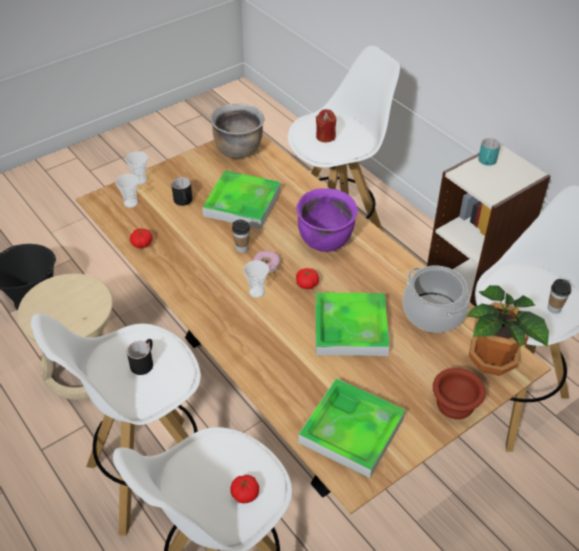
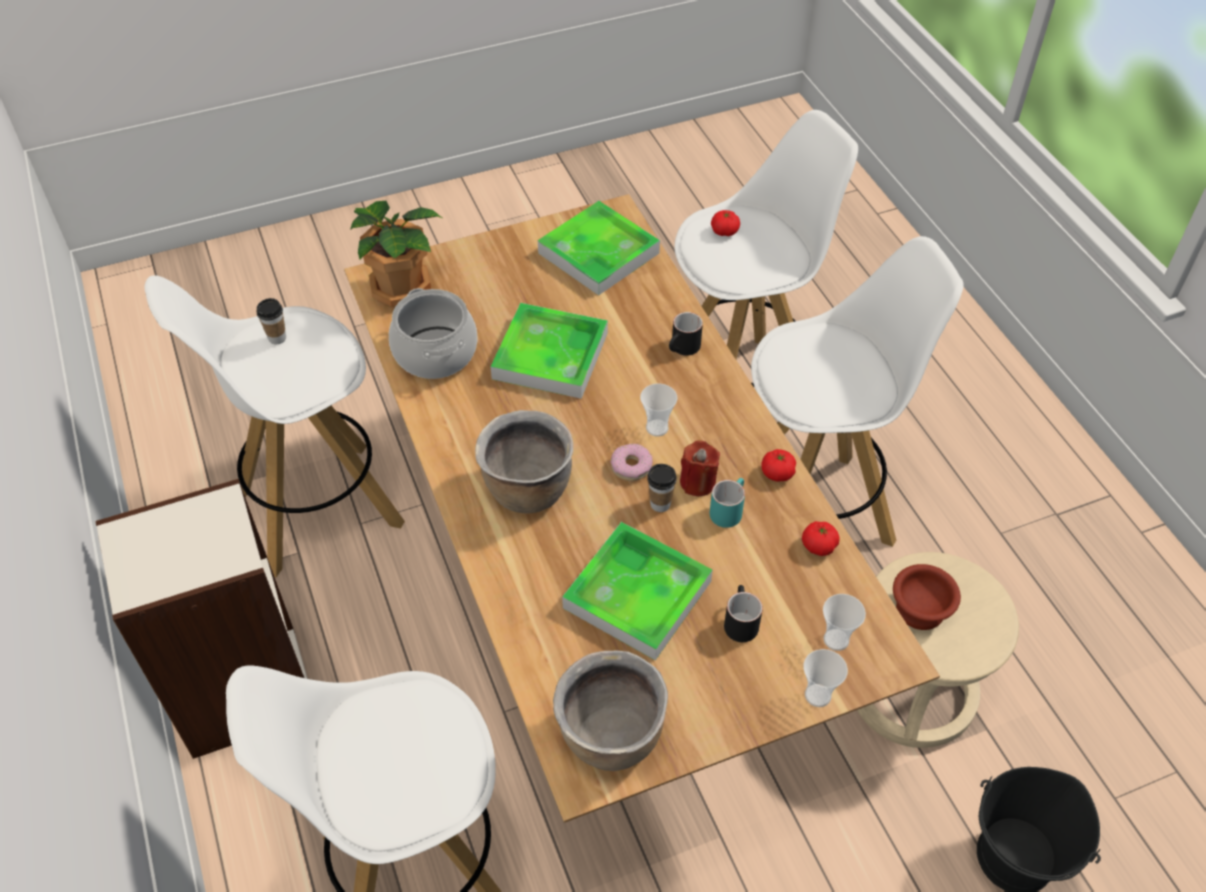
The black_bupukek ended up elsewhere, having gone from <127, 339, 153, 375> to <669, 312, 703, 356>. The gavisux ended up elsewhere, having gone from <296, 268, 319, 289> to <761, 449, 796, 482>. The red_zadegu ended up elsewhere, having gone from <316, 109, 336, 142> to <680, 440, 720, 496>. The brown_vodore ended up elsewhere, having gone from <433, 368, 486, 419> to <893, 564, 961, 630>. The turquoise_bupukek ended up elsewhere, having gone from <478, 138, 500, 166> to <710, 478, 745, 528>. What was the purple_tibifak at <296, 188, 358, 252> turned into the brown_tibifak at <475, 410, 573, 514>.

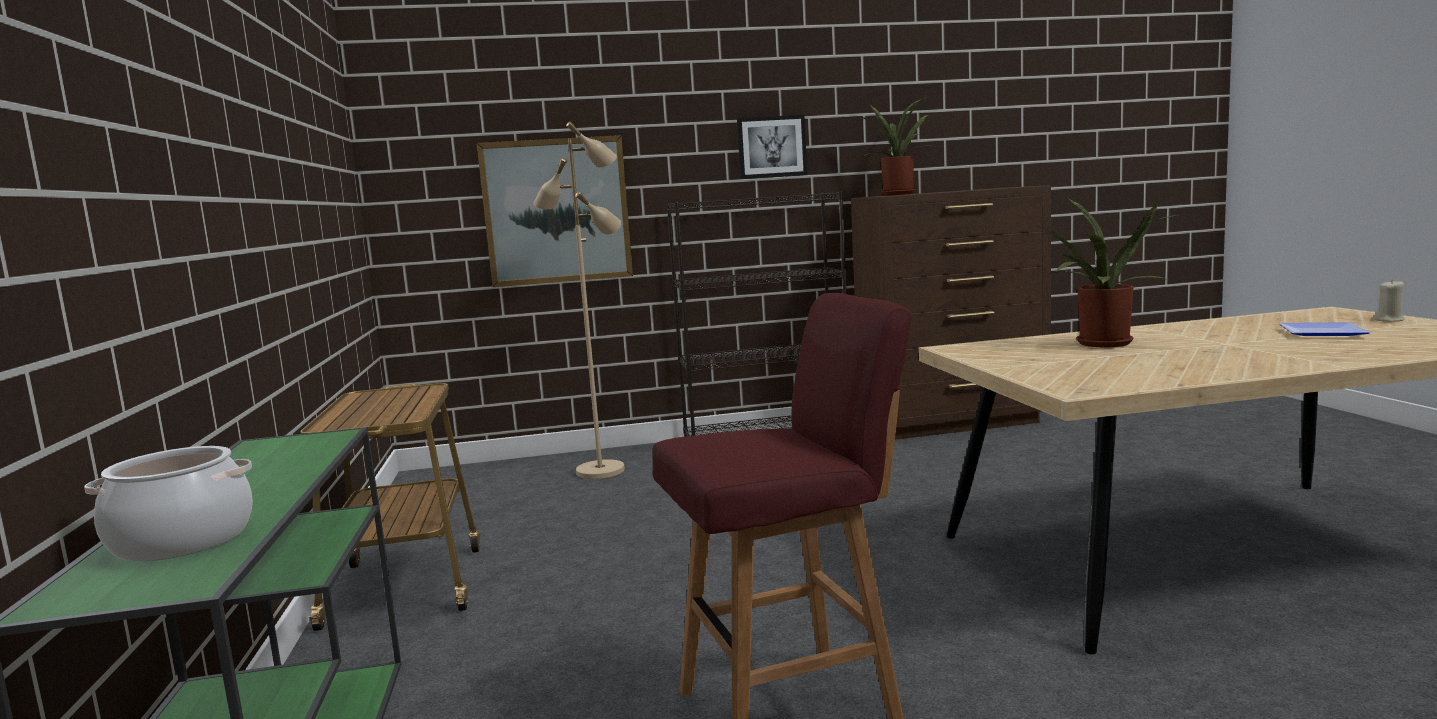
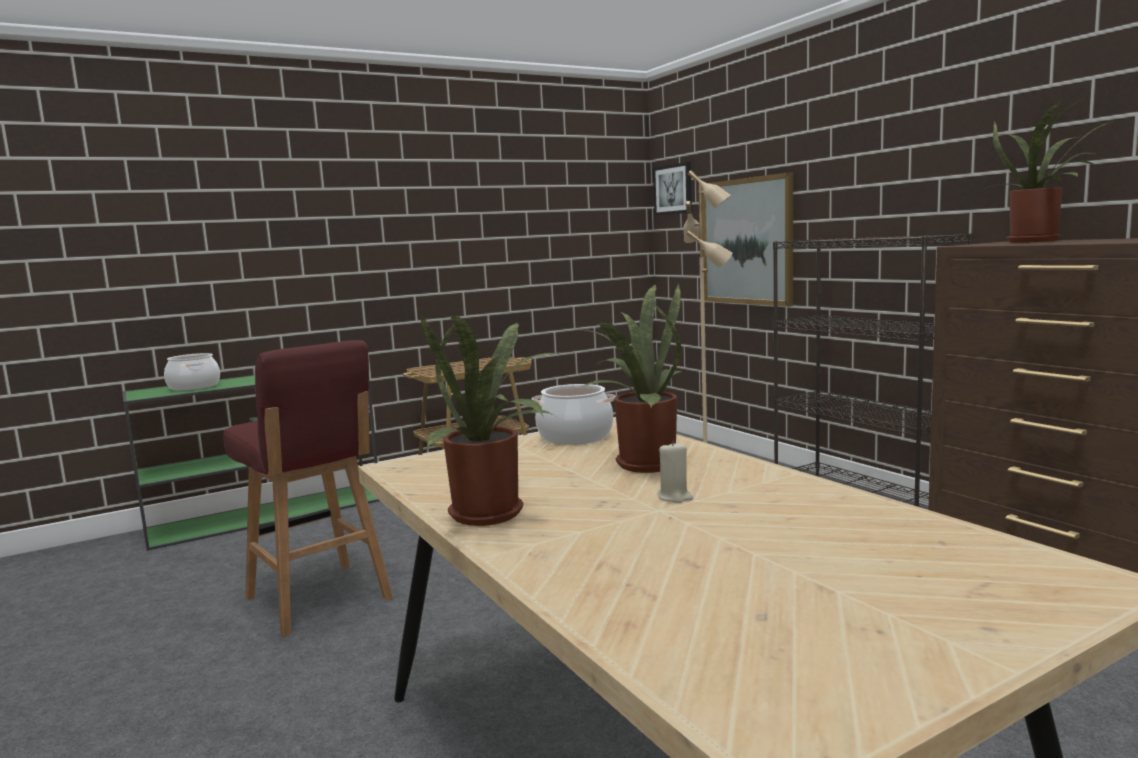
The second view lost the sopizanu at <1279, 322, 1370, 336>. The second view gained the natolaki at <421, 314, 561, 526>. The second view gained the tibifak at <532, 384, 616, 445>. The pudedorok ended up elsewhere, having gone from <737, 115, 807, 179> to <653, 162, 692, 216>. The beige_zadegu ended up elsewhere, having gone from <1374, 280, 1405, 322> to <657, 441, 693, 503>.

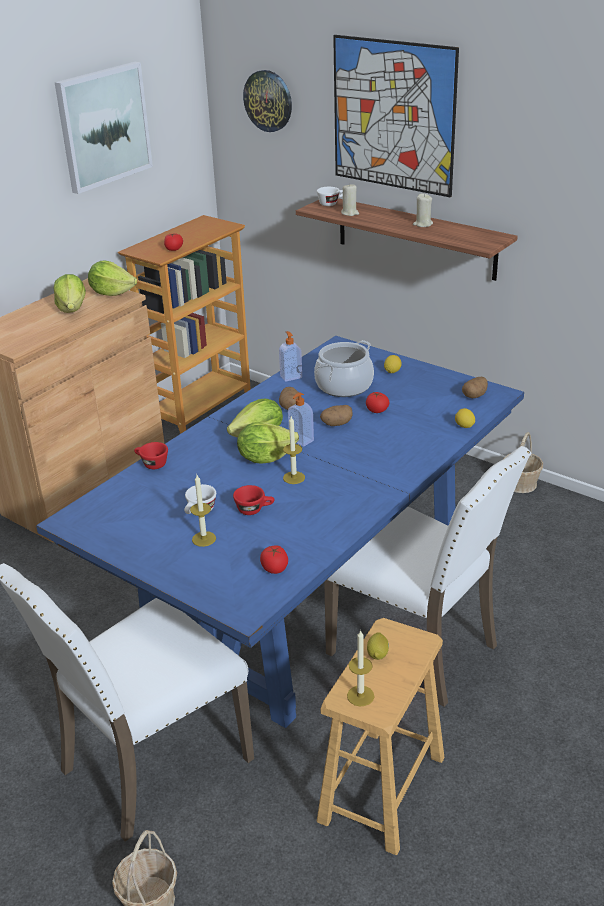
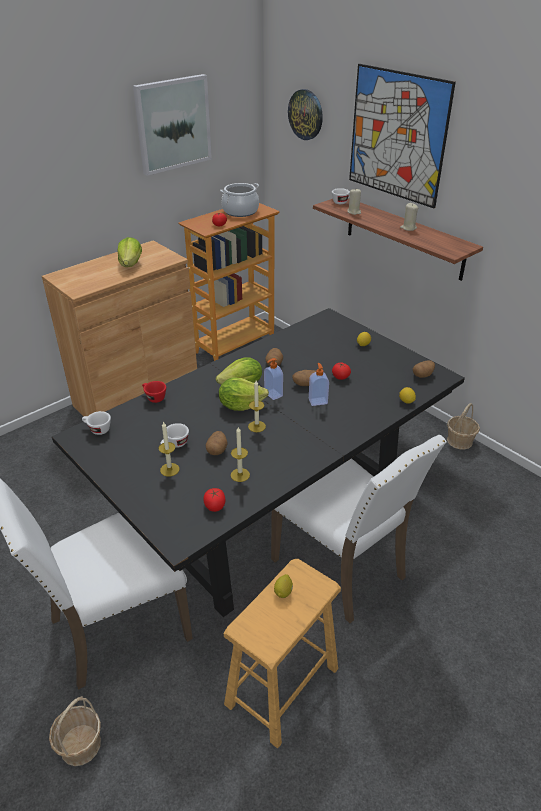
The second view lost the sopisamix at <88, 260, 137, 296>. The second view gained the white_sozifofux at <82, 411, 111, 435>. The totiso ended up elsewhere, having gone from <279, 331, 302, 382> to <309, 363, 329, 406>. The tibifak ended up elsewhere, having gone from <314, 340, 374, 397> to <220, 183, 259, 217>. The zadegu ended up elsewhere, having gone from <347, 630, 374, 706> to <231, 426, 250, 482>. Where the red_sozifofux stood at <233, 485, 274, 515>, the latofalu came to stand at <206, 431, 228, 455>. What was the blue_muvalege at <36, 336, 524, 728> turned into the black_muvalege at <52, 308, 465, 617>.

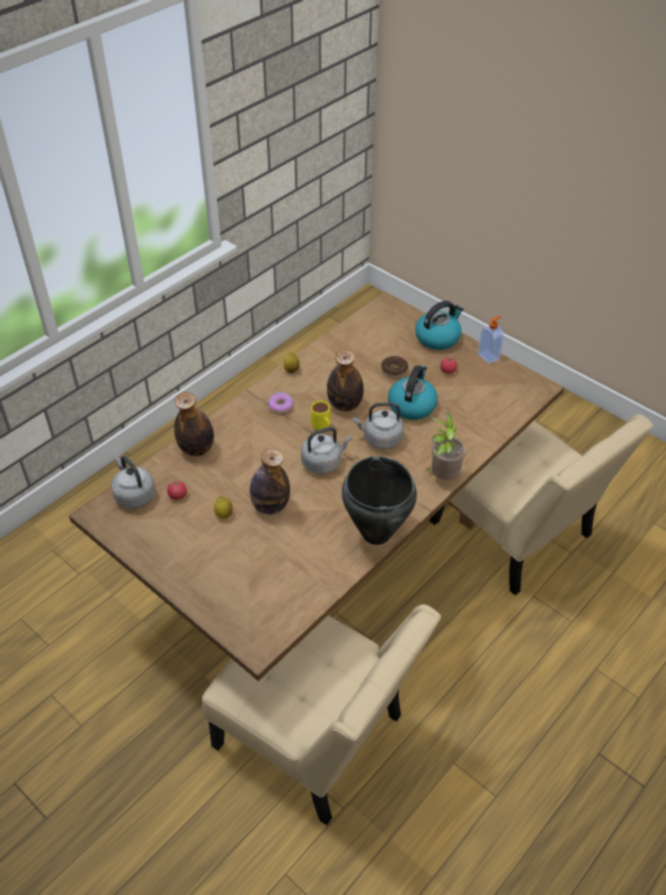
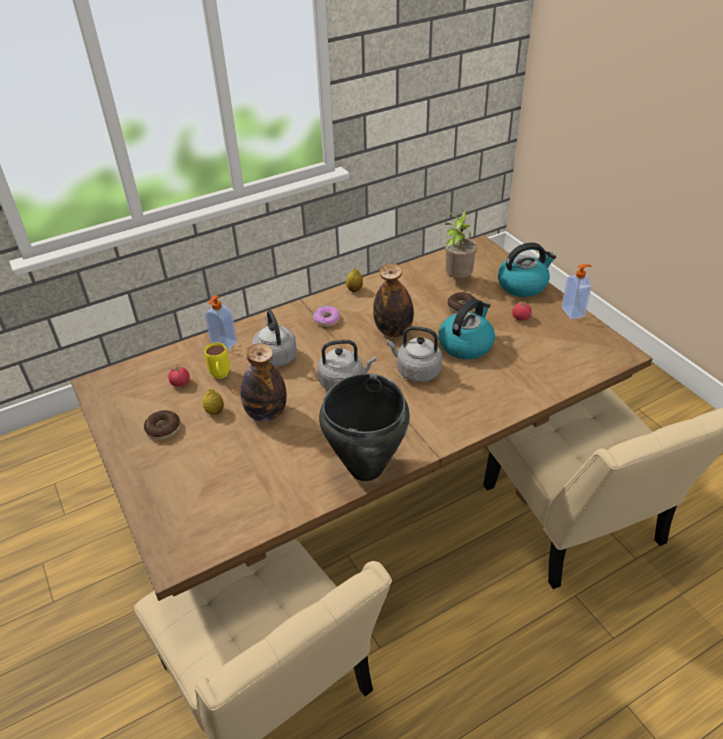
The second view gained the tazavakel at <144, 410, 180, 440>. The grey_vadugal ended up elsewhere, having gone from <111, 456, 155, 509> to <252, 310, 297, 367>. The yellow_bupukek ended up elsewhere, having gone from <311, 401, 330, 431> to <205, 343, 230, 379>. The natolaki ended up elsewhere, having gone from <427, 412, 466, 480> to <445, 210, 477, 278>. Where the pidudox stood at <174, 392, 214, 456>, the totiso came to stand at <205, 295, 237, 350>.

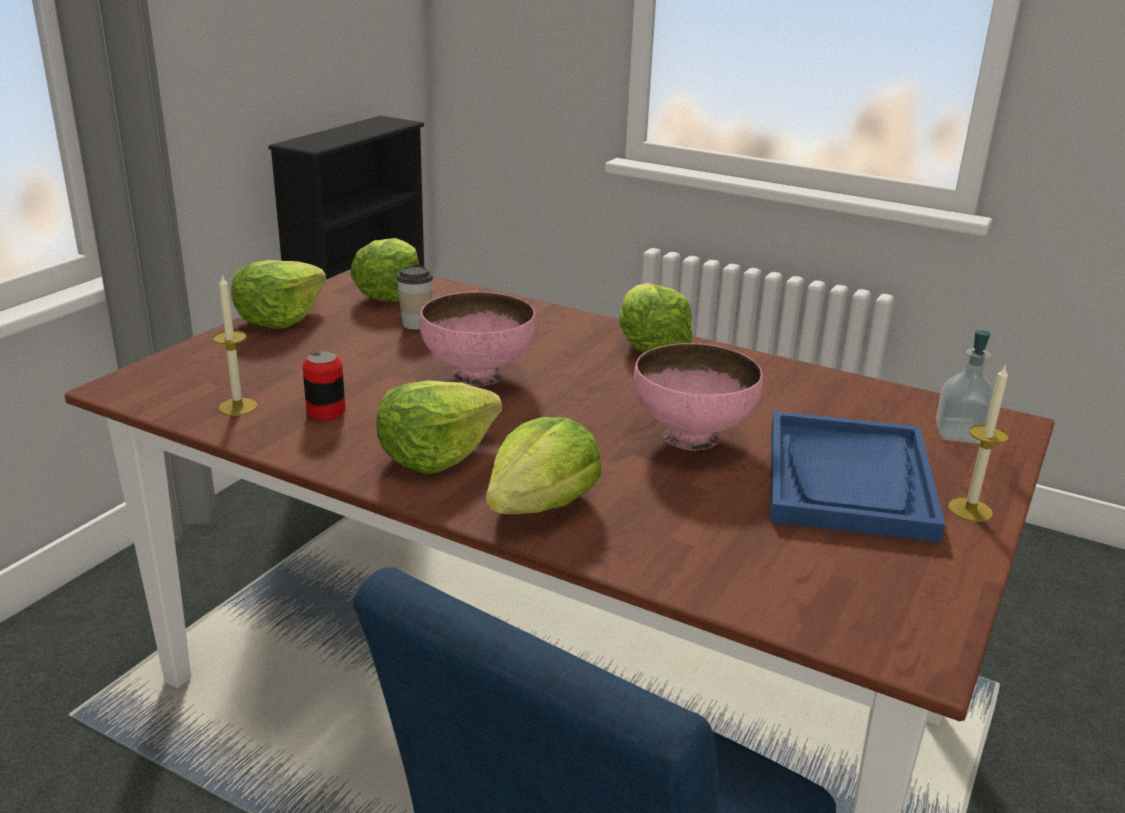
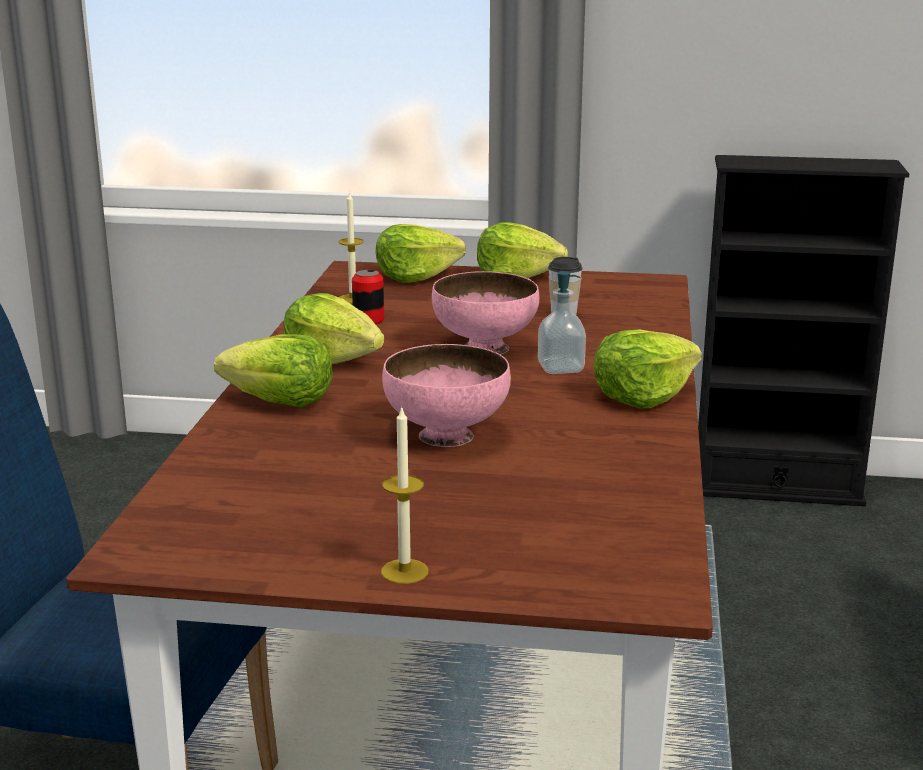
The second view lost the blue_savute at <770, 411, 945, 543>. The sopisamix ended up elsewhere, having gone from <350, 238, 419, 301> to <376, 224, 466, 283>. The totiso ended up elsewhere, having gone from <936, 330, 994, 444> to <538, 271, 586, 374>.

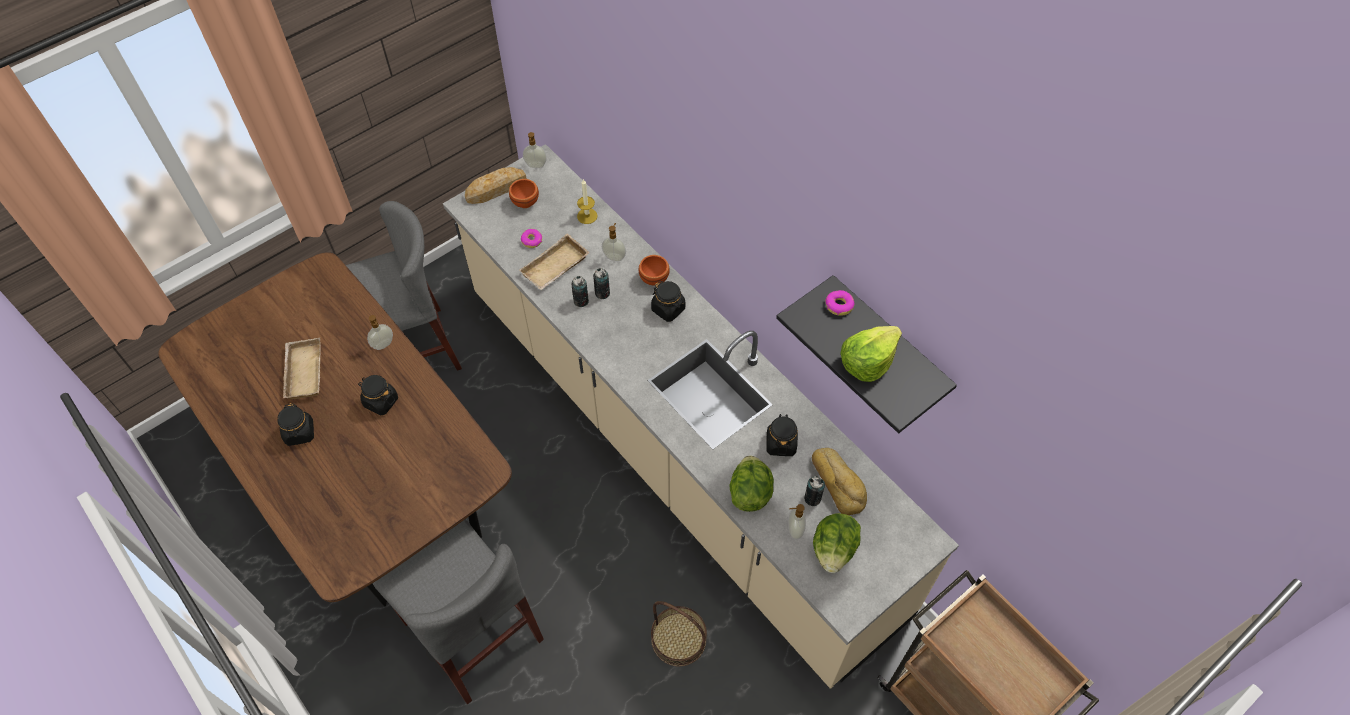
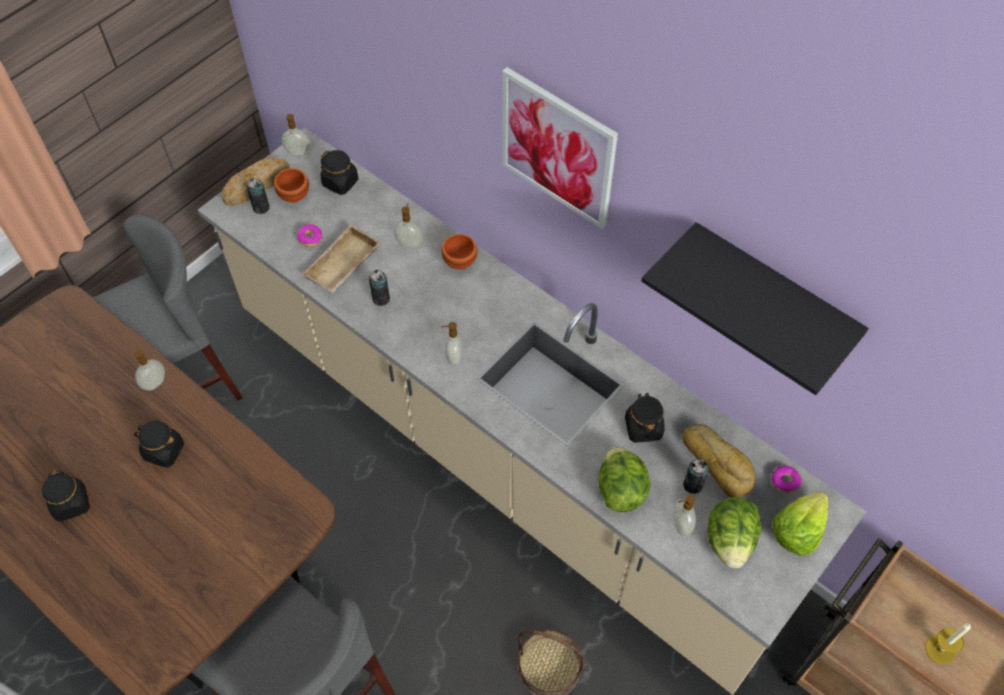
The second view lost the beige_savute at <283, 338, 321, 399>. The second view gained the totiso at <441, 322, 463, 365>. The second view gained the pudedorok at <503, 67, 618, 229>. The zadegu ended up elsewhere, having gone from <577, 179, 597, 224> to <925, 623, 971, 665>. The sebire ended up elsewhere, having gone from <593, 268, 610, 299> to <247, 178, 270, 214>. The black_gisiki ended up elsewhere, having gone from <651, 281, 685, 322> to <320, 150, 358, 195>. The tazavakel ended up elsewhere, having gone from <825, 290, 855, 316> to <771, 466, 802, 494>. The sopisamix ended up elsewhere, having gone from <841, 326, 902, 382> to <772, 492, 828, 556>.

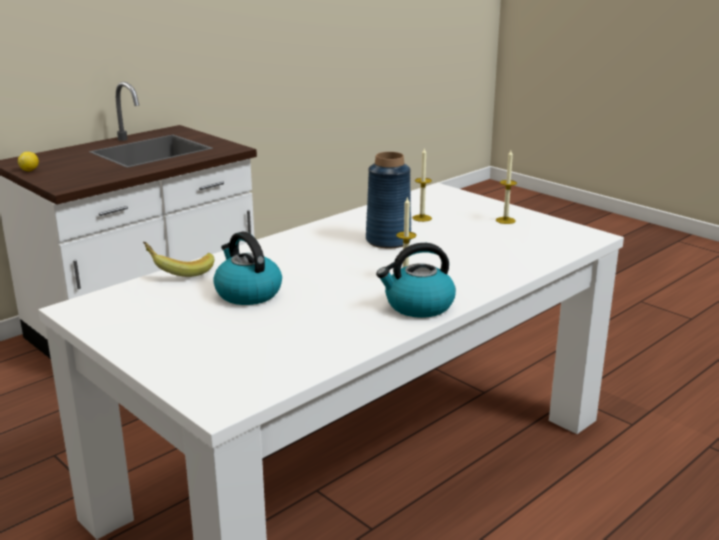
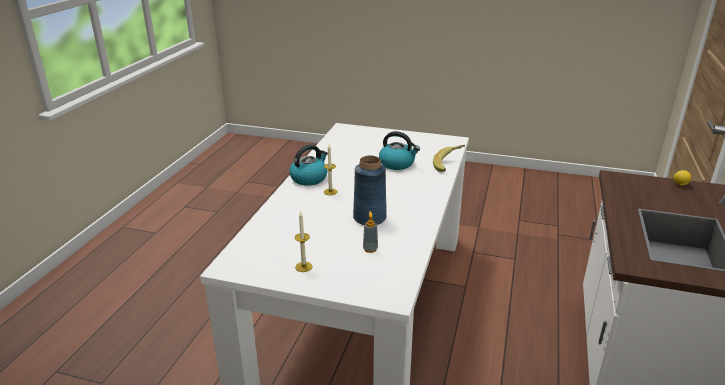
Where the zadegu stood at <413, 148, 432, 222>, the totiso came to stand at <363, 211, 378, 253>.

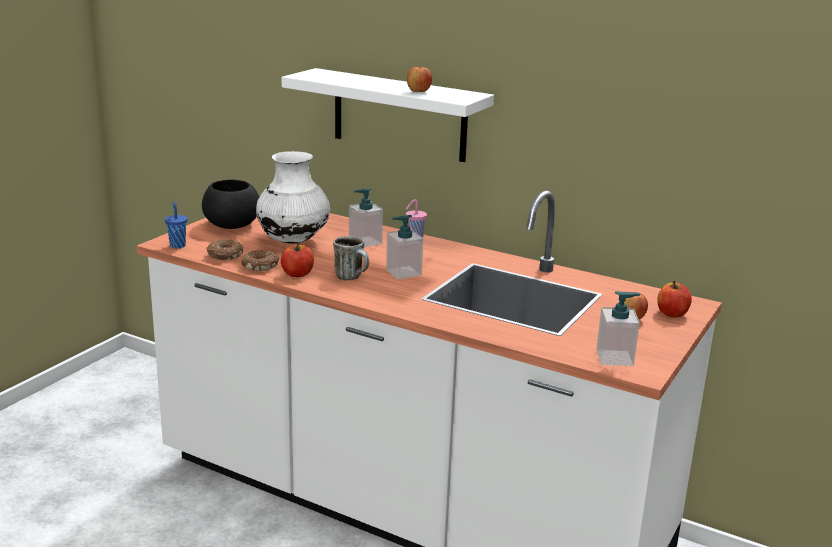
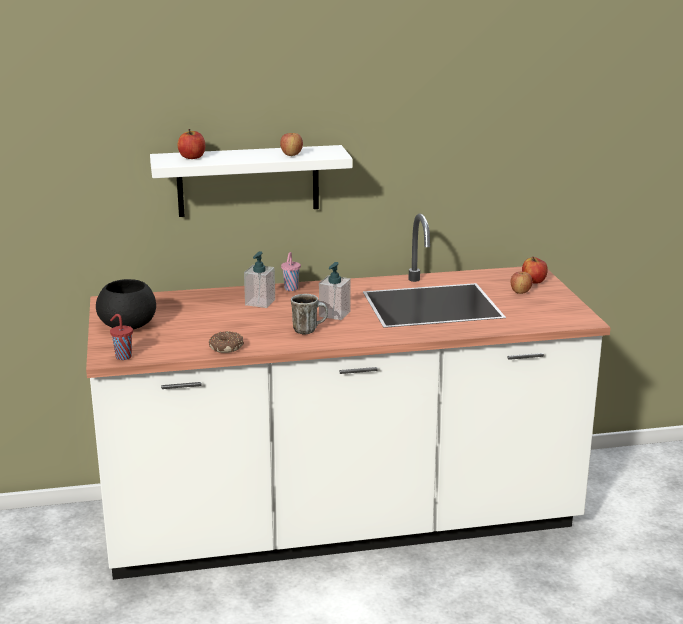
The second view lost the tazavakel at <206, 239, 243, 260>. The second view lost the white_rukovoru at <256, 151, 330, 244>. The second view lost the totiso at <596, 291, 641, 366>. The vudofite ended up elsewhere, having gone from <281, 243, 314, 277> to <178, 129, 205, 159>. What was the blue_sozifofux at <165, 202, 188, 248> turned into the red_sozifofux at <110, 314, 133, 360>.

